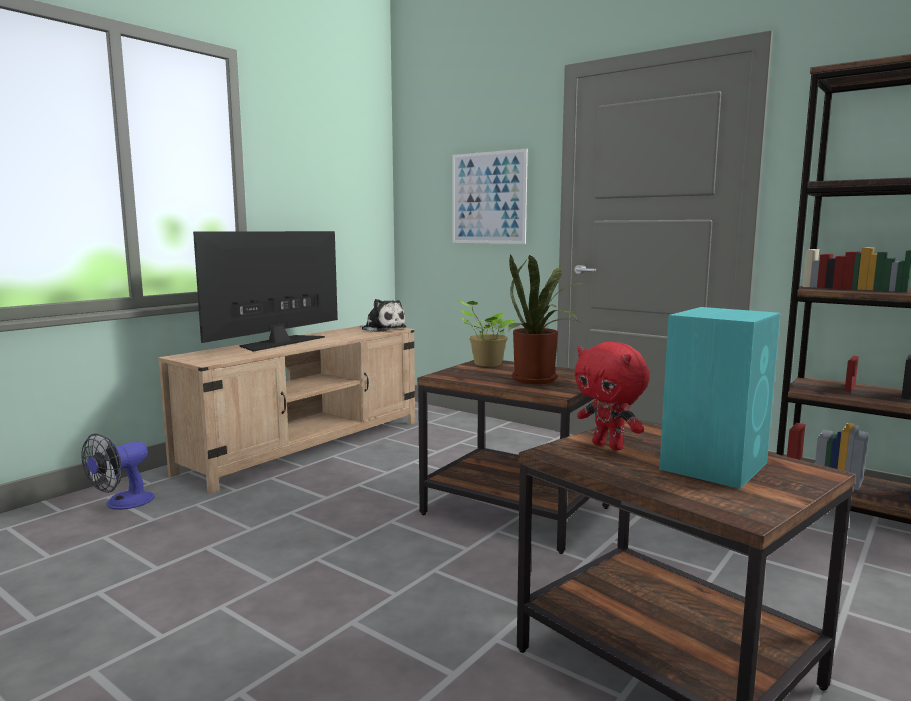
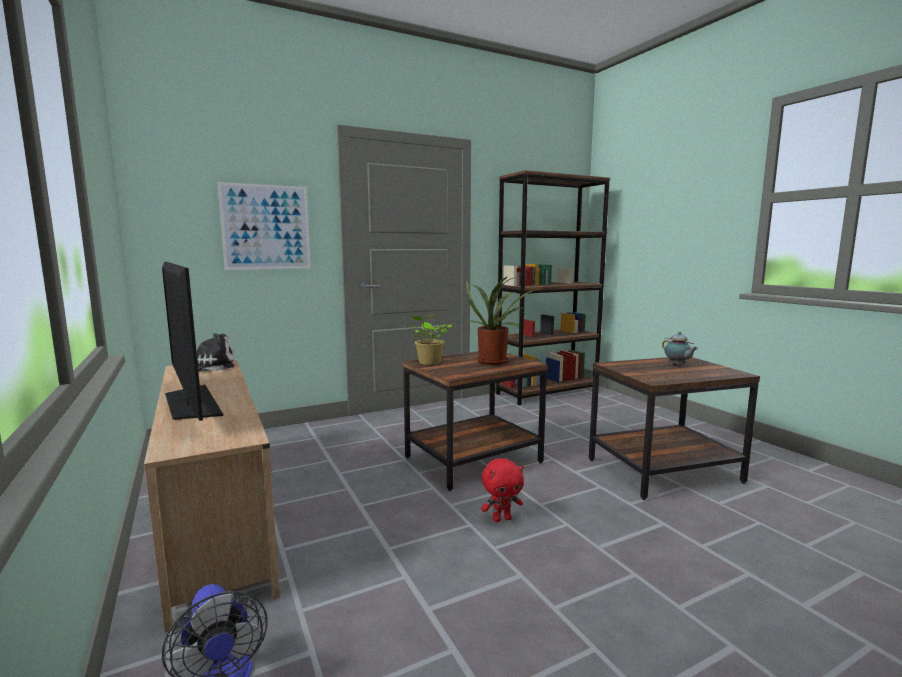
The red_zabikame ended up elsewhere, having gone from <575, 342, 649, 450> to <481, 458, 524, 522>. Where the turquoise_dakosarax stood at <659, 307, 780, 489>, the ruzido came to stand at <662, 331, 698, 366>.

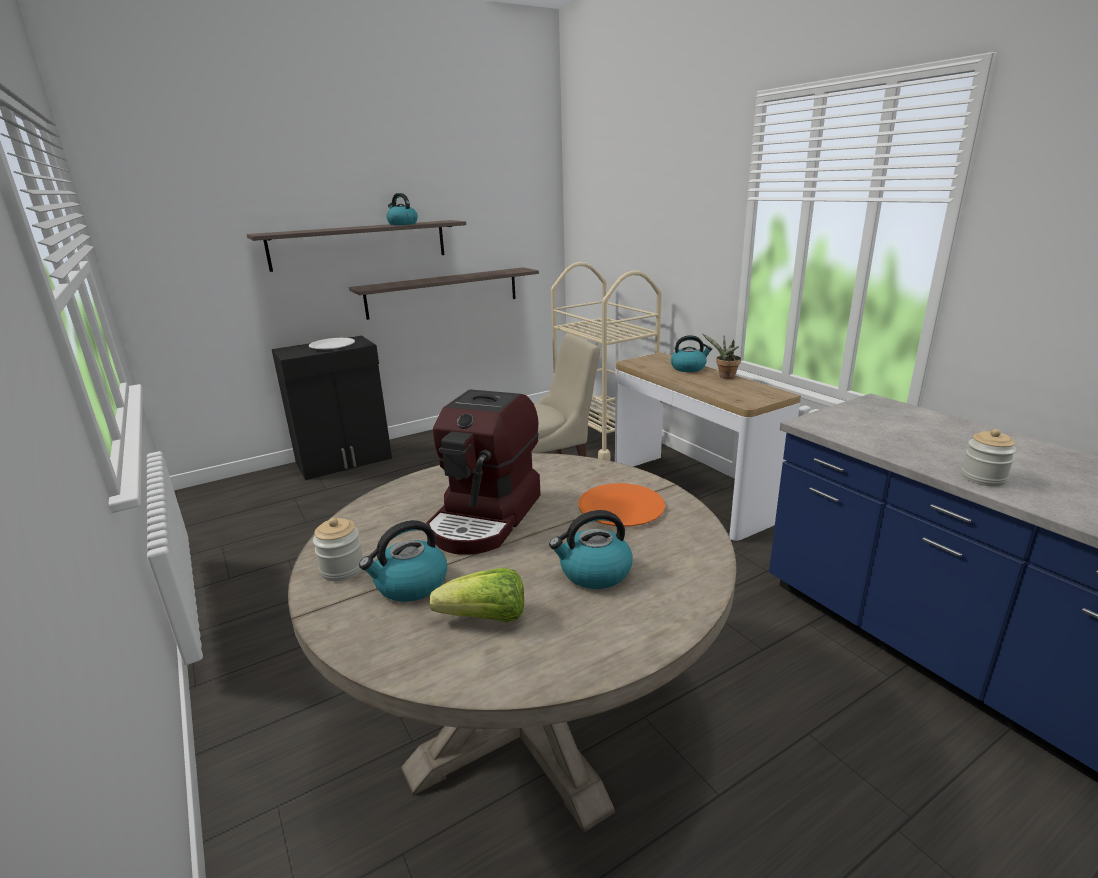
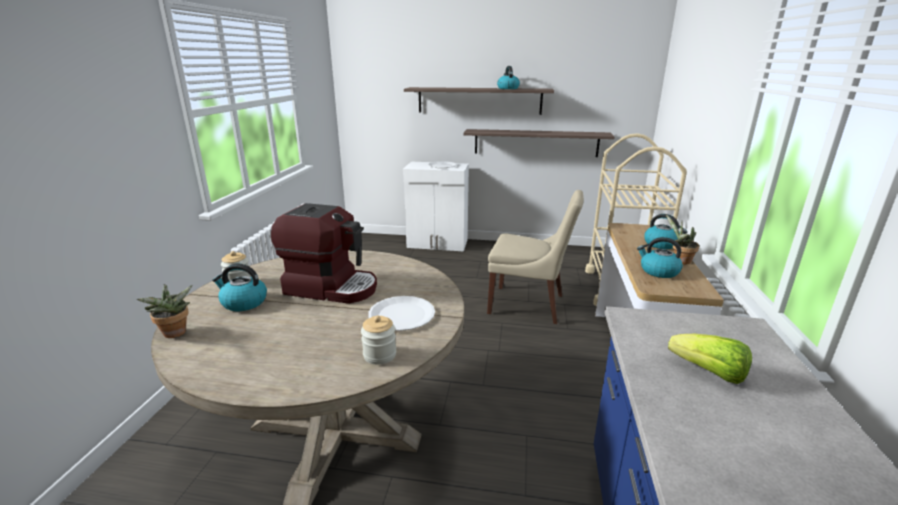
The second view gained the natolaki at <137, 284, 192, 338>. The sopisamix ended up elsewhere, having gone from <430, 568, 524, 622> to <668, 334, 752, 384>. The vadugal ended up elsewhere, having gone from <549, 510, 633, 589> to <637, 237, 683, 278>. The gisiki ended up elsewhere, having gone from <961, 429, 1017, 487> to <361, 315, 396, 365>. What was the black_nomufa at <272, 336, 392, 480> turned into the white_nomufa at <403, 162, 469, 252>. What was the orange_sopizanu at <579, 483, 665, 526> turned into the white_sopizanu at <368, 296, 435, 331>. The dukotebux at <426, 389, 541, 555> ended up facing another way, 135 degrees counterclockwise from before.

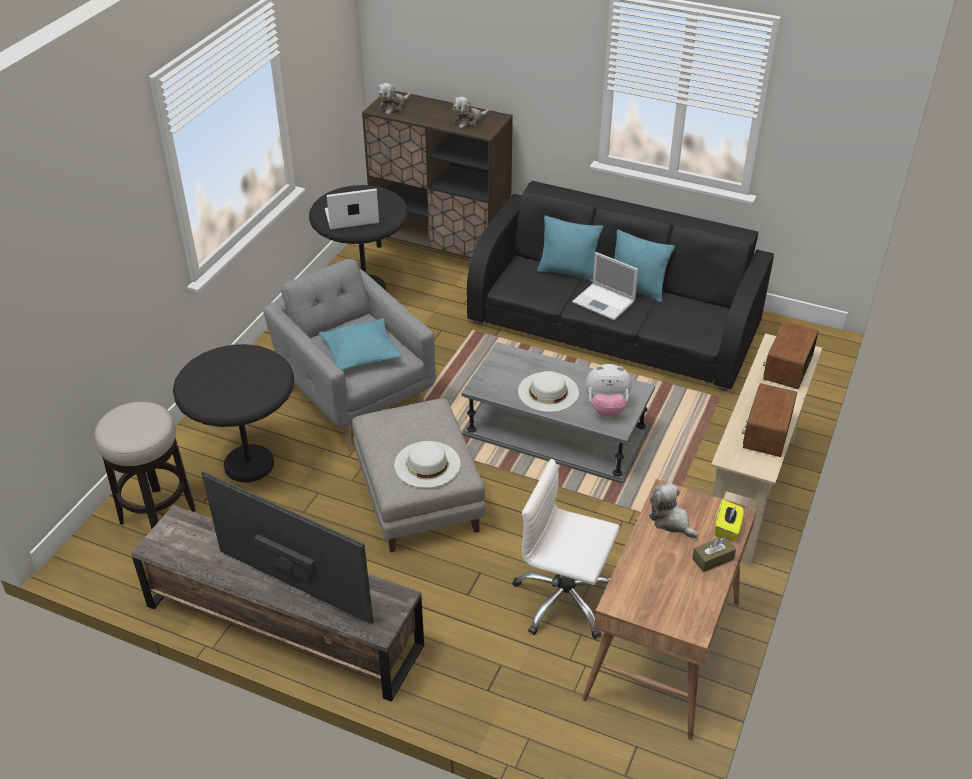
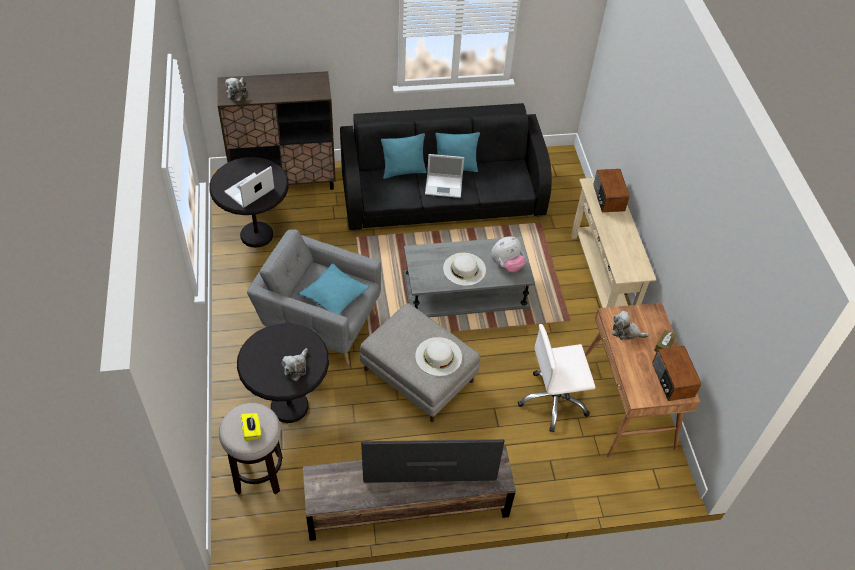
The zabikame ended up elsewhere, having gone from <453, 97, 490, 129> to <282, 348, 308, 381>. The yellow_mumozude ended up elsewhere, having gone from <715, 499, 744, 541> to <241, 413, 261, 441>. The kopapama ended up elsewhere, having gone from <742, 383, 797, 457> to <652, 346, 701, 401>.

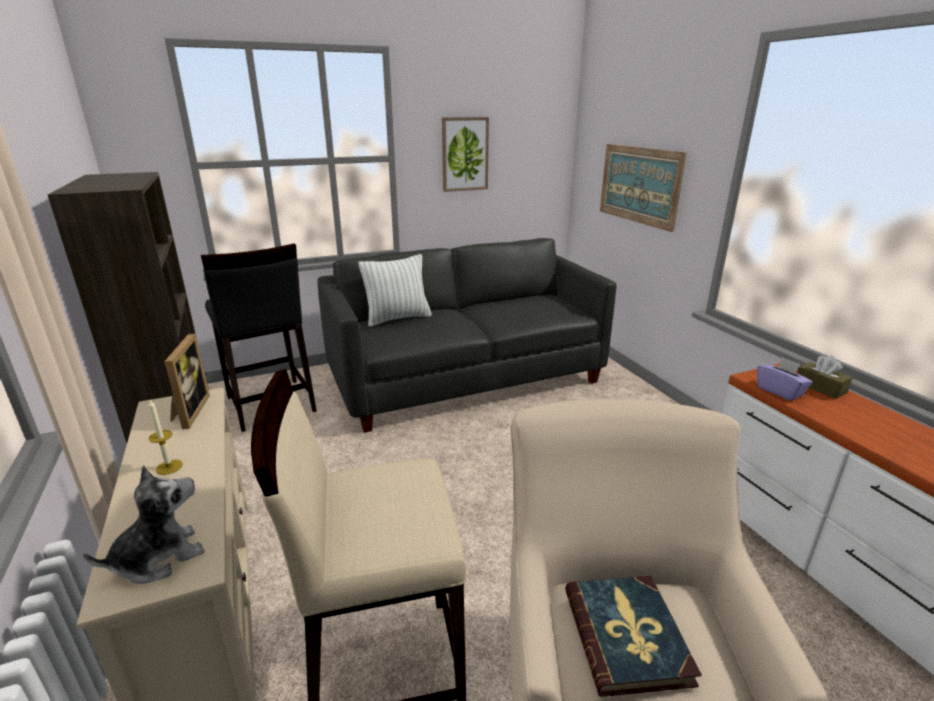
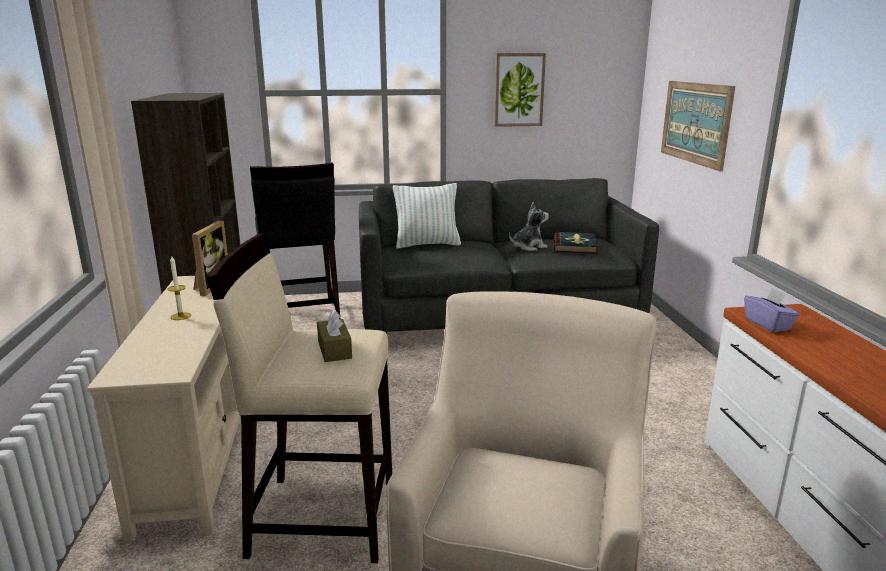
The zabikame ended up elsewhere, having gone from <83, 465, 205, 584> to <509, 202, 549, 251>. The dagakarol ended up elsewhere, having gone from <565, 576, 702, 697> to <554, 232, 598, 254>. The brown_mumozude ended up elsewhere, having gone from <797, 355, 853, 399> to <317, 309, 352, 362>.

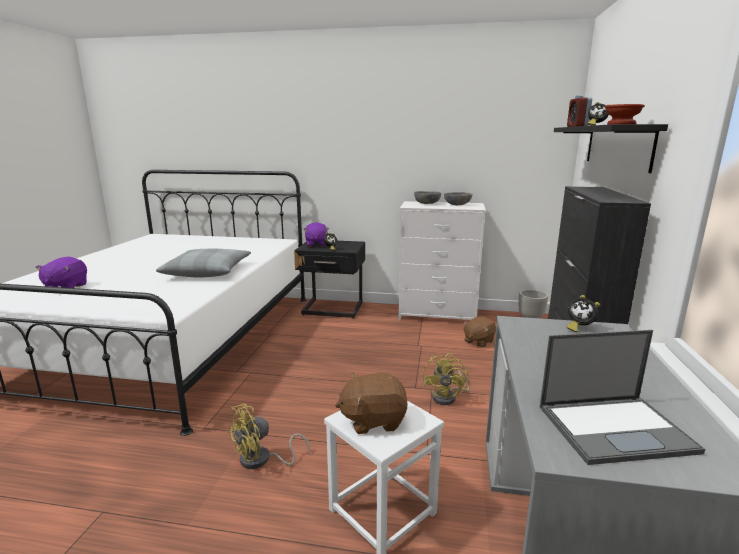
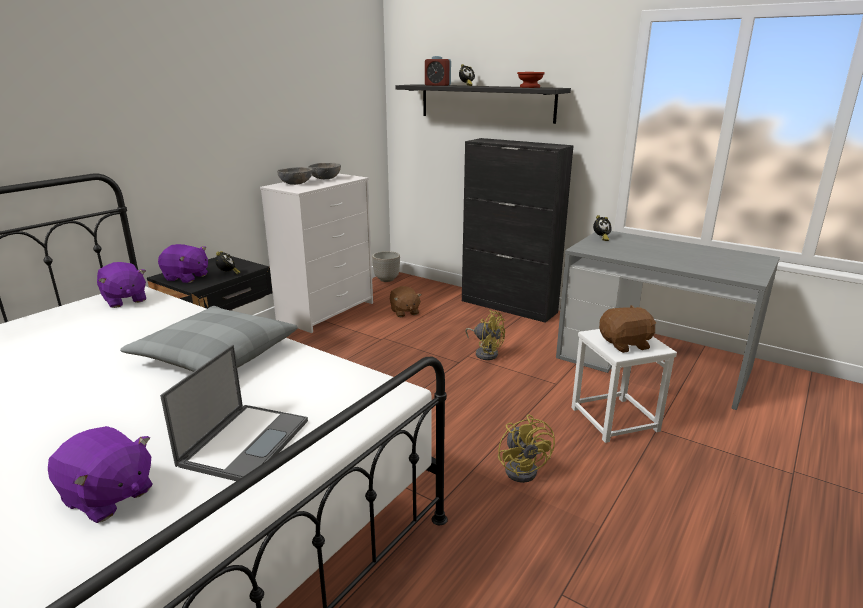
The second view gained the purple_zabikame at <97, 262, 146, 308>. The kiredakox ended up elsewhere, having gone from <540, 330, 705, 465> to <160, 345, 308, 481>. The brown_zabikame at <335, 373, 407, 434> ended up facing another way, 120 degrees counterclockwise from before.

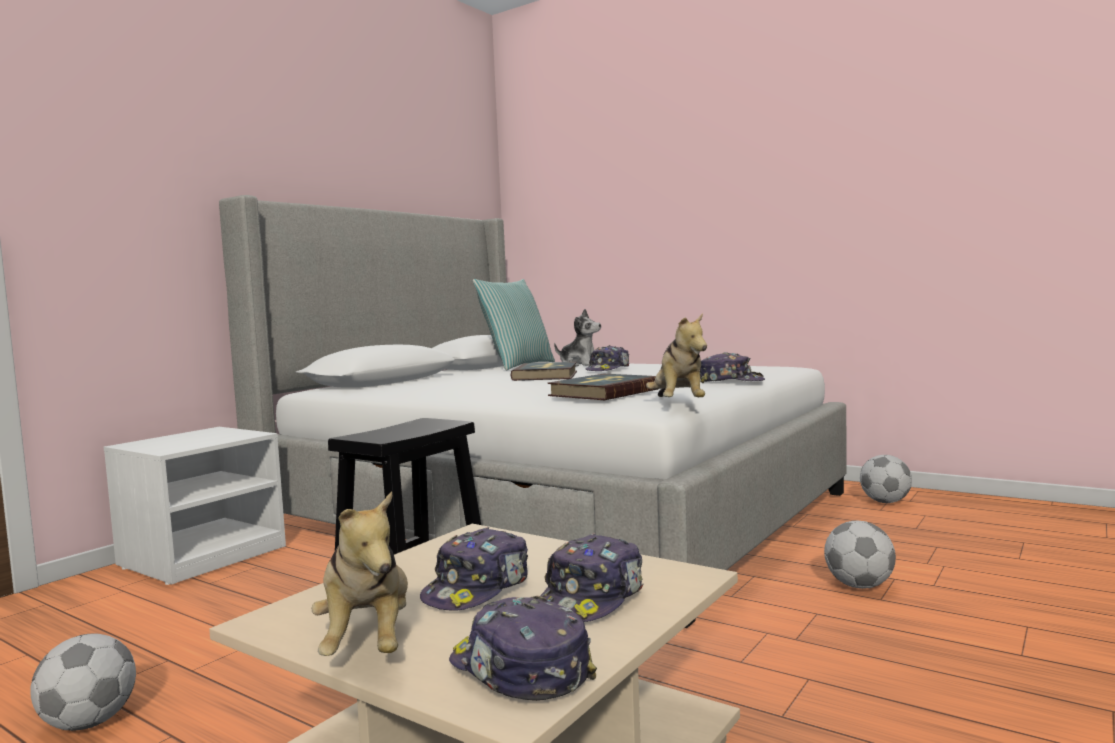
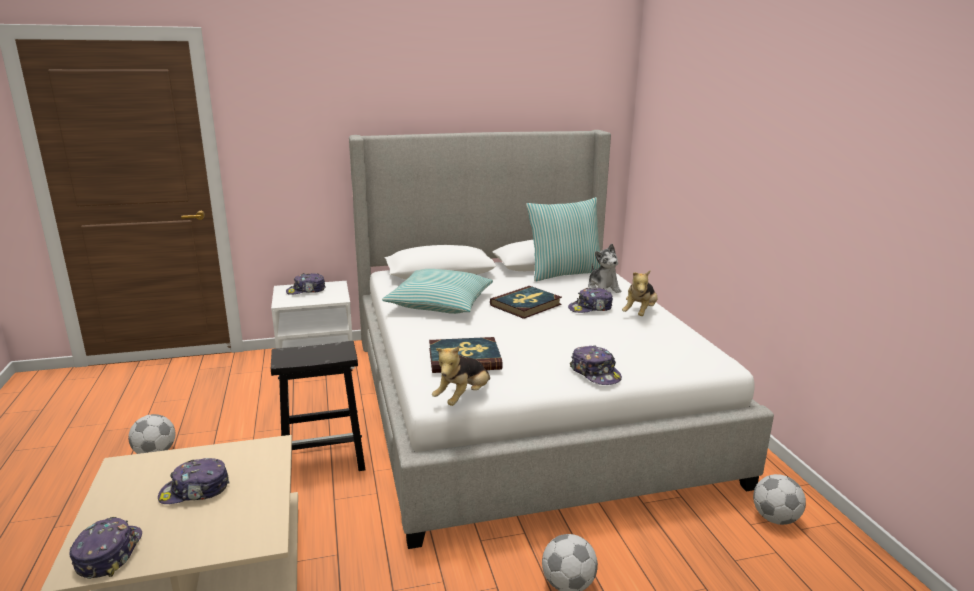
The second view gained the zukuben at <382, 269, 493, 314>. The zabikame ended up elsewhere, having gone from <311, 491, 408, 656> to <622, 270, 658, 316>. The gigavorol ended up elsewhere, having gone from <540, 533, 644, 622> to <286, 273, 326, 295>.

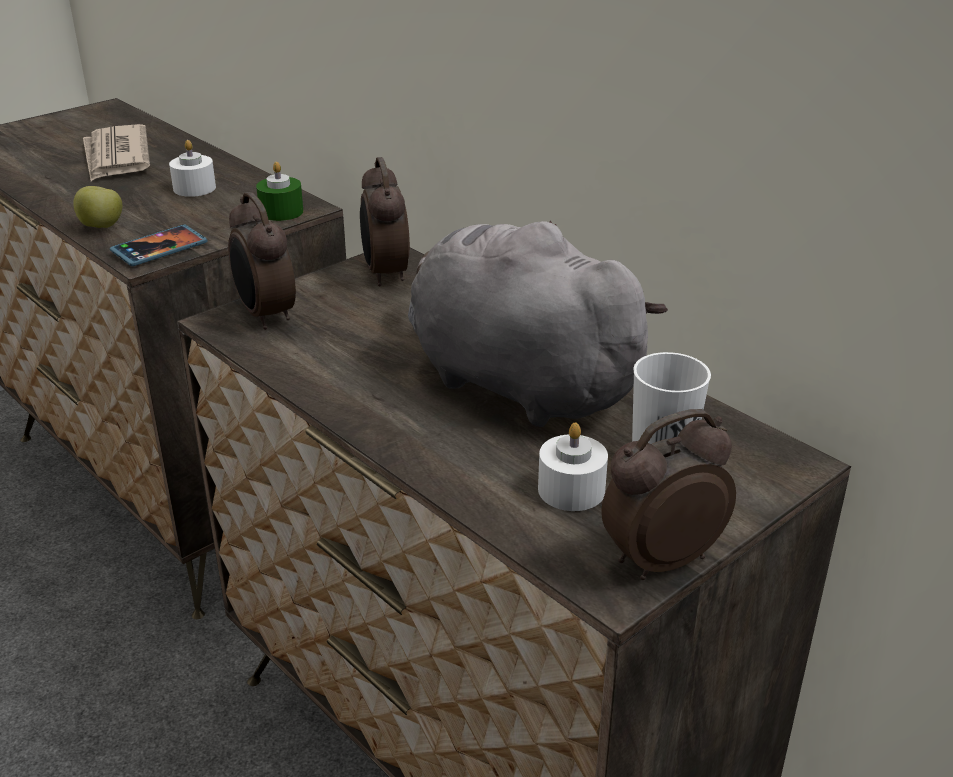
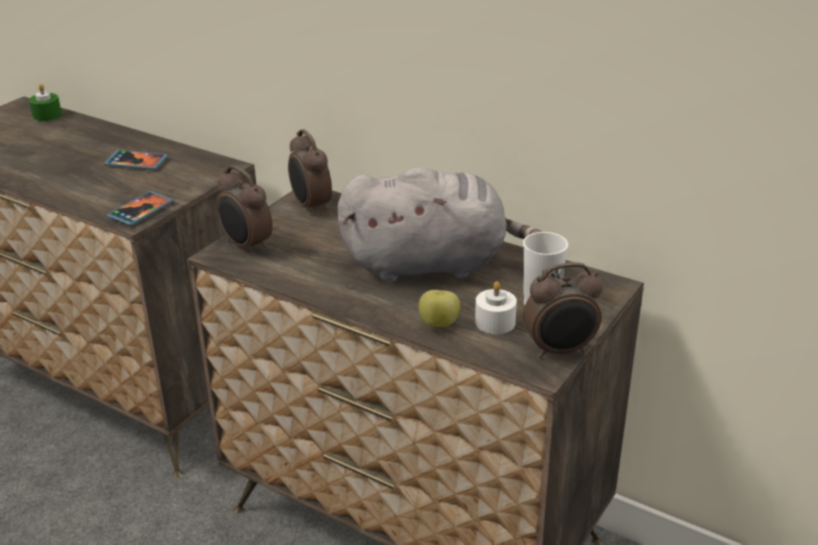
The second view lost the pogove at <83, 124, 150, 181>. The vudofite ended up elsewhere, having gone from <73, 186, 122, 228> to <418, 290, 460, 327>. The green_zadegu ended up elsewhere, having gone from <256, 162, 303, 221> to <29, 84, 62, 121>. Where the white_zadegu stood at <169, 140, 216, 197>, the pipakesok came to stand at <104, 150, 168, 170>. The grey_zabikame at <408, 220, 668, 427> ended up facing another way, 150 degrees clockwise from before. The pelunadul at <601, 409, 736, 580> ended up facing another way, 150 degrees counterclockwise from before.

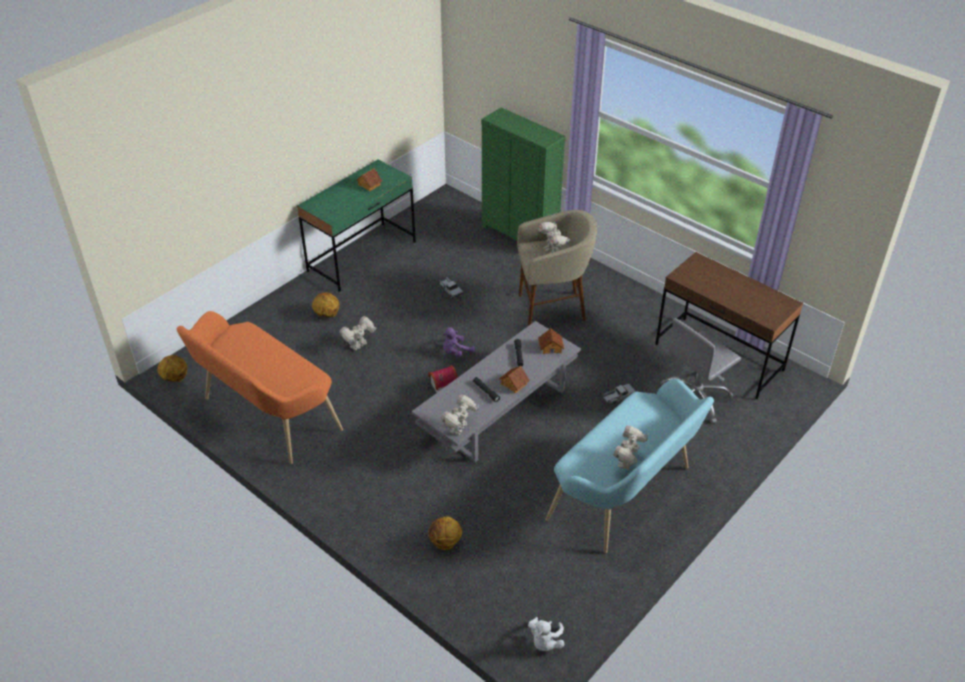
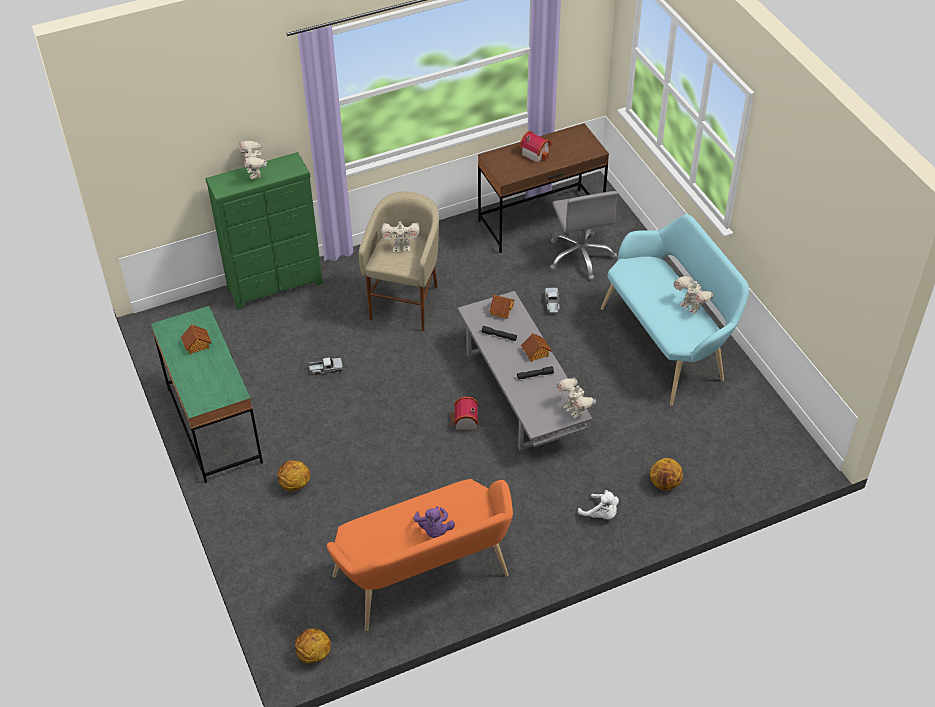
The second view gained the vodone at <520, 131, 552, 163>. The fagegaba ended up elsewhere, having gone from <340, 316, 377, 351> to <239, 141, 268, 179>. The purple_zabikame ended up elsewhere, having gone from <443, 327, 475, 357> to <413, 506, 455, 538>. The white_zabikame ended up elsewhere, having gone from <528, 617, 564, 651> to <578, 490, 619, 519>.

